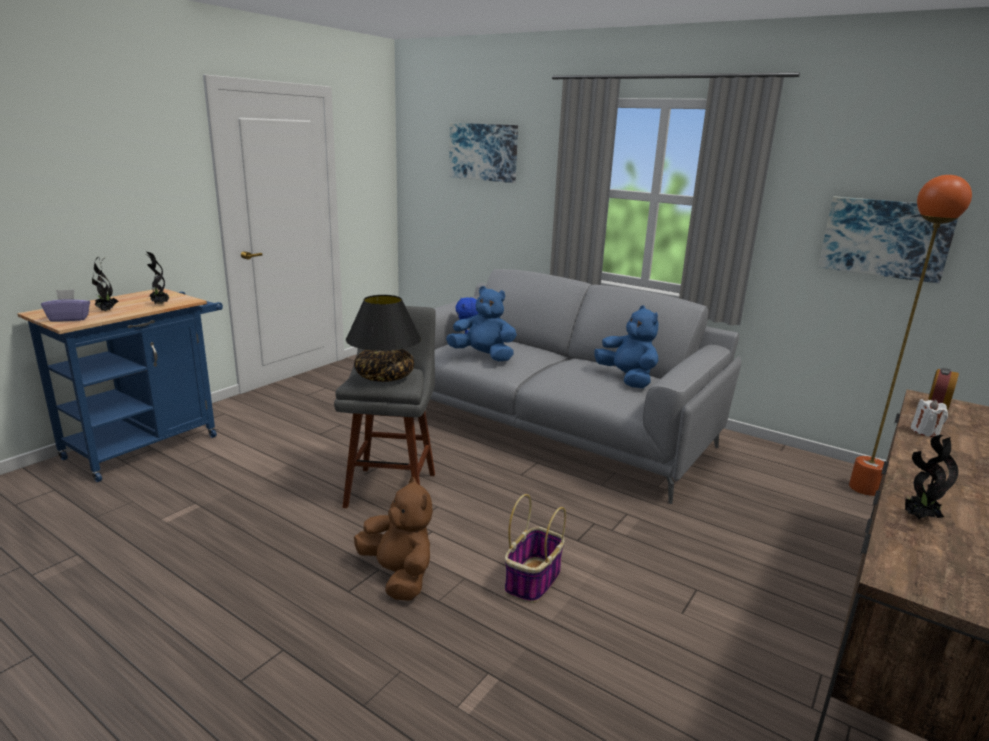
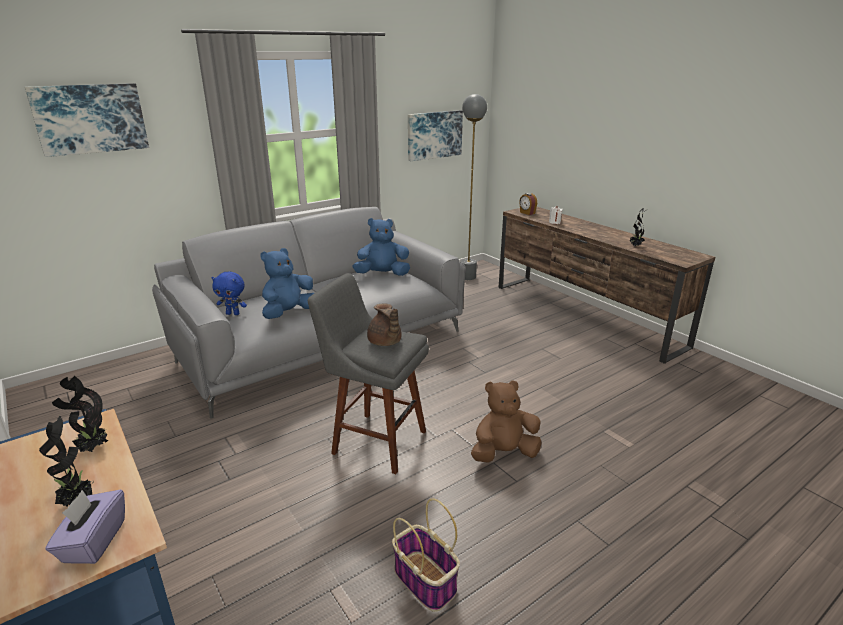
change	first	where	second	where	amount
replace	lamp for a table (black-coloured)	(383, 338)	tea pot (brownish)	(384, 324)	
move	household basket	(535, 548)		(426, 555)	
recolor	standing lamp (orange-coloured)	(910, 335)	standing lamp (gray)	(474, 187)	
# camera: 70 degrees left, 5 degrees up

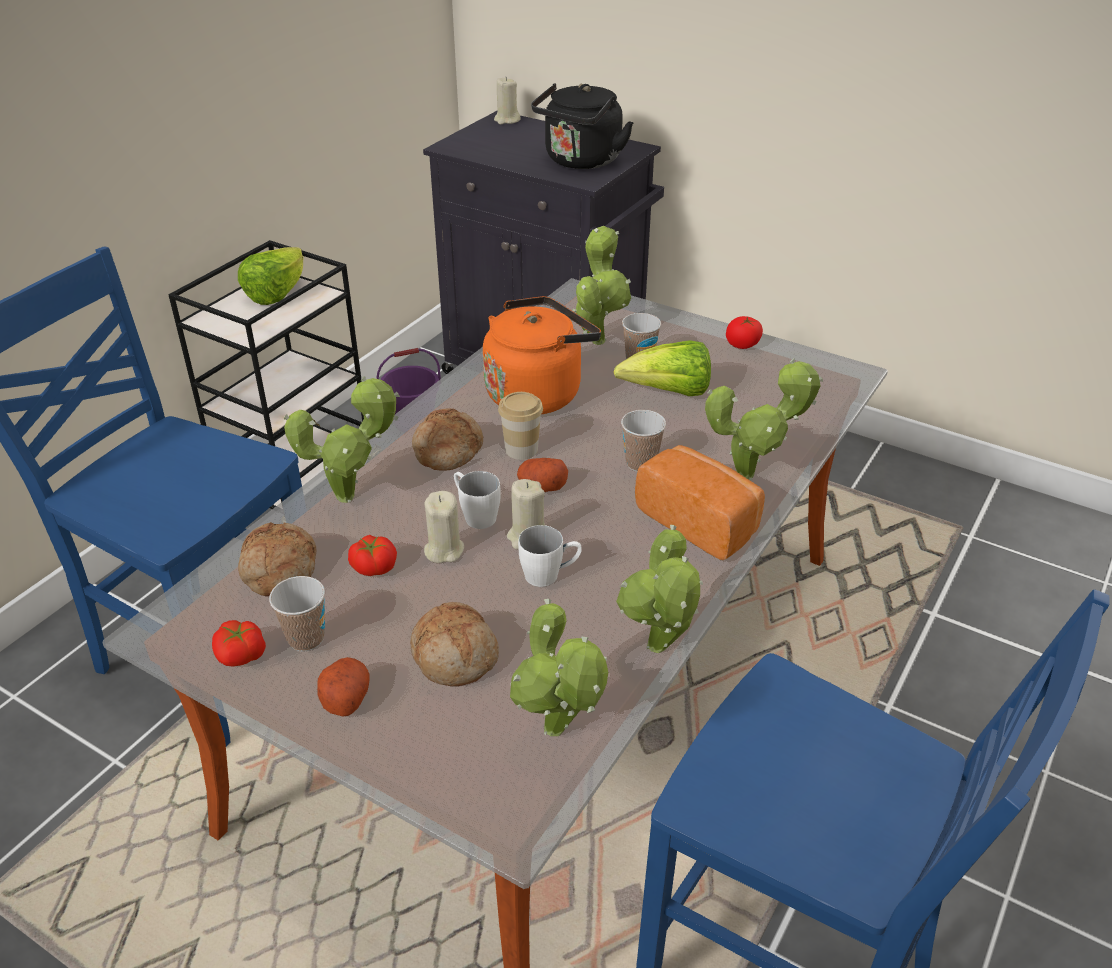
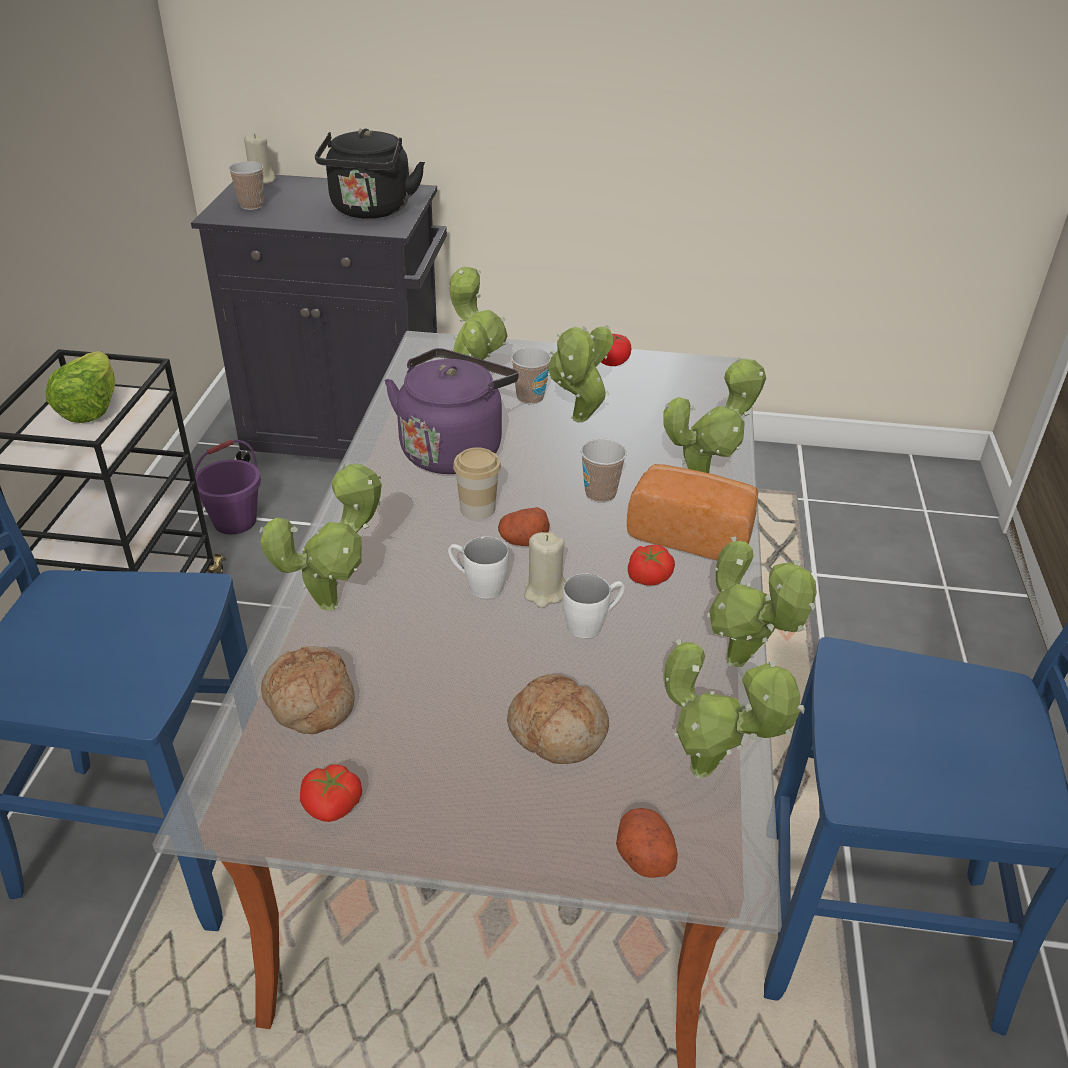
change	first	where	second	where	amount
move	drinking cup	(297, 613)		(246, 185)	
move	spud	(343, 687)		(647, 843)	
move	tomato	(372, 555)		(651, 565)	
delete	baked bread	(447, 439)			
delete	wax candle (beige-coloured)	(444, 527)			
recolor	water kettle (orange-coloured)	(542, 355)	water kettle (purple-coloured)	(451, 411)	
replace	head of lettuce	(662, 368)	plant in a pot	(580, 373)	
# camera: 25 degrees left, 0 degrees up

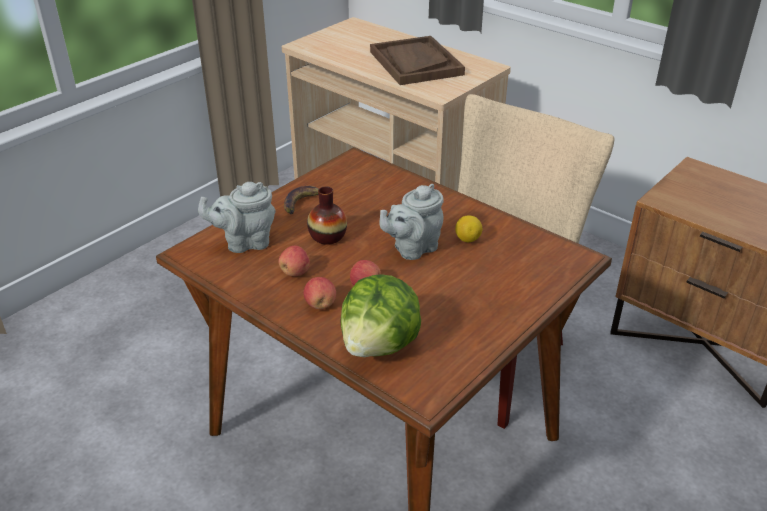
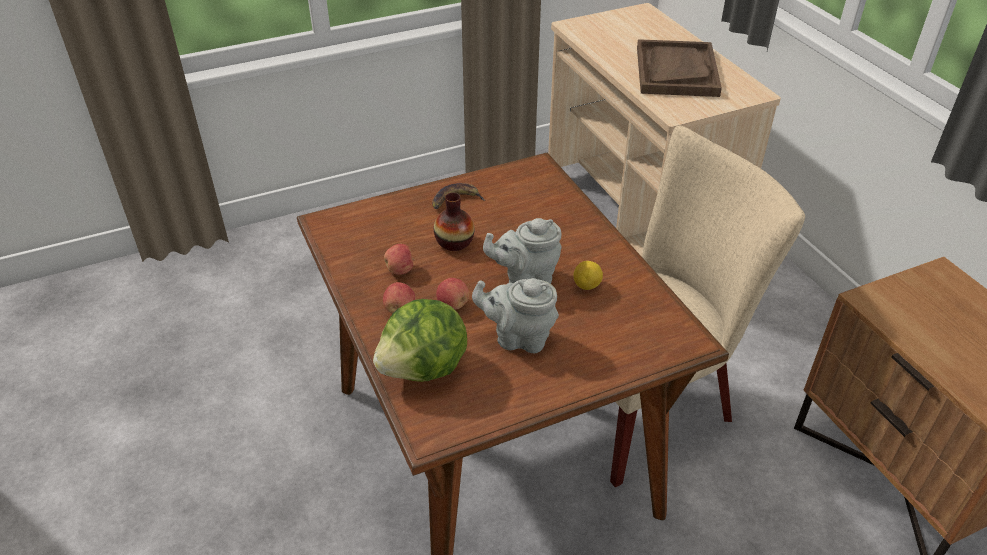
change	first	where	second	where	amount
move	tea pot (gray)	(237, 217)		(515, 315)	
# camera: 25 degrees right, 5 degrees up

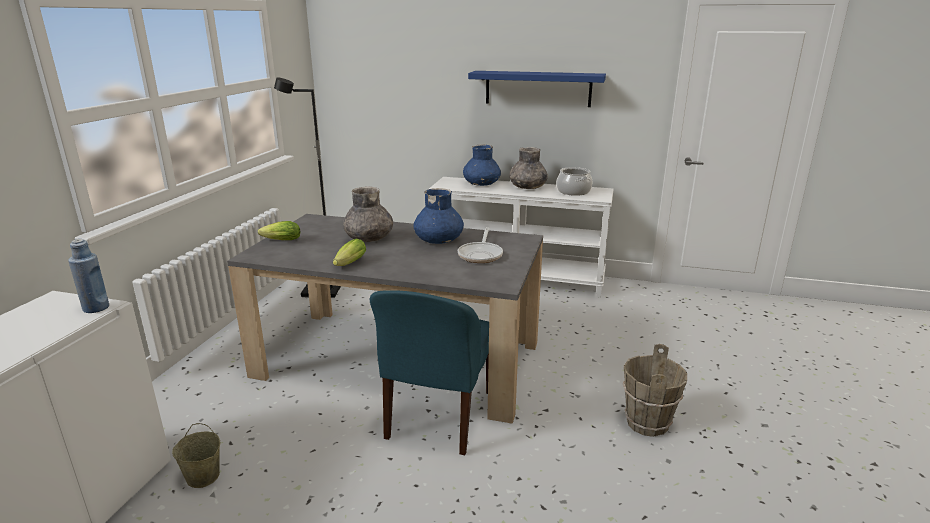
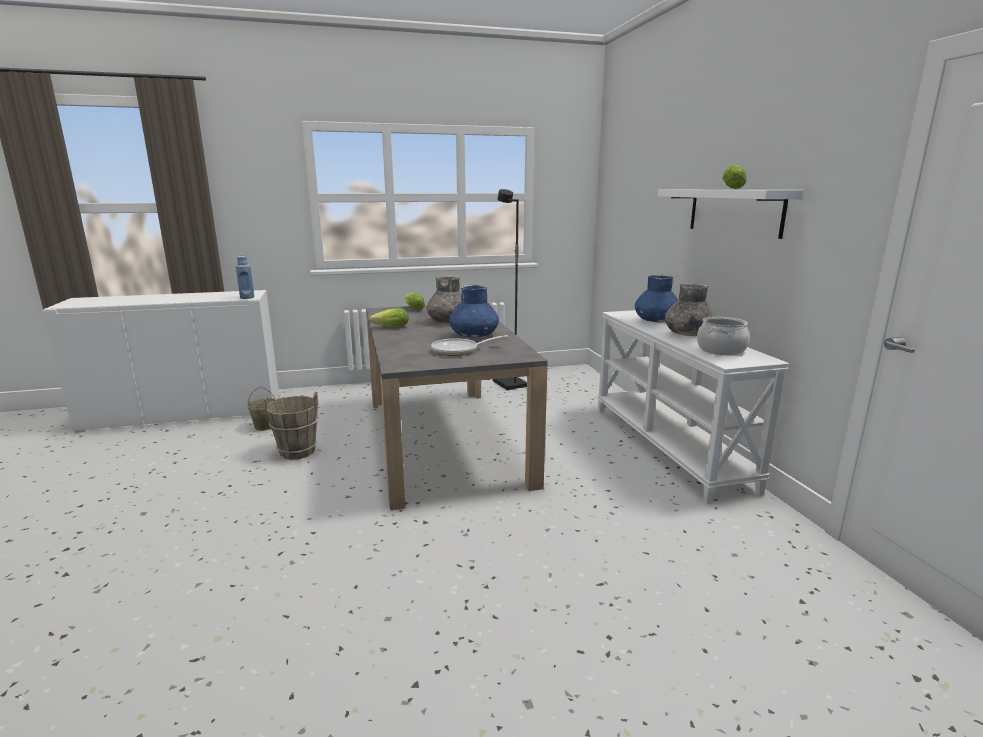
change	first	where	second	where	amount
delete	chair (blue)	(429, 372)			
recolor	wall shelf (blue)	(537, 89)	wall shelf (whitish)	(730, 214)	
move	water bucket (brownish)	(655, 390)		(291, 426)	
insert			head of lettuce	(734, 177)	
# camera: 60 degrees right, 5 degrees down

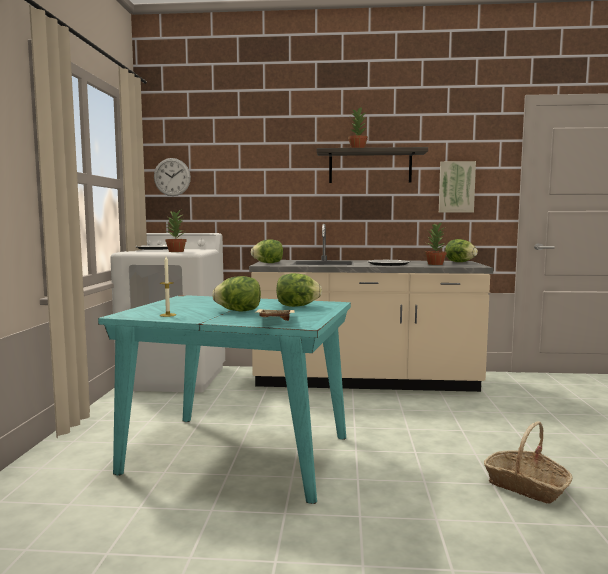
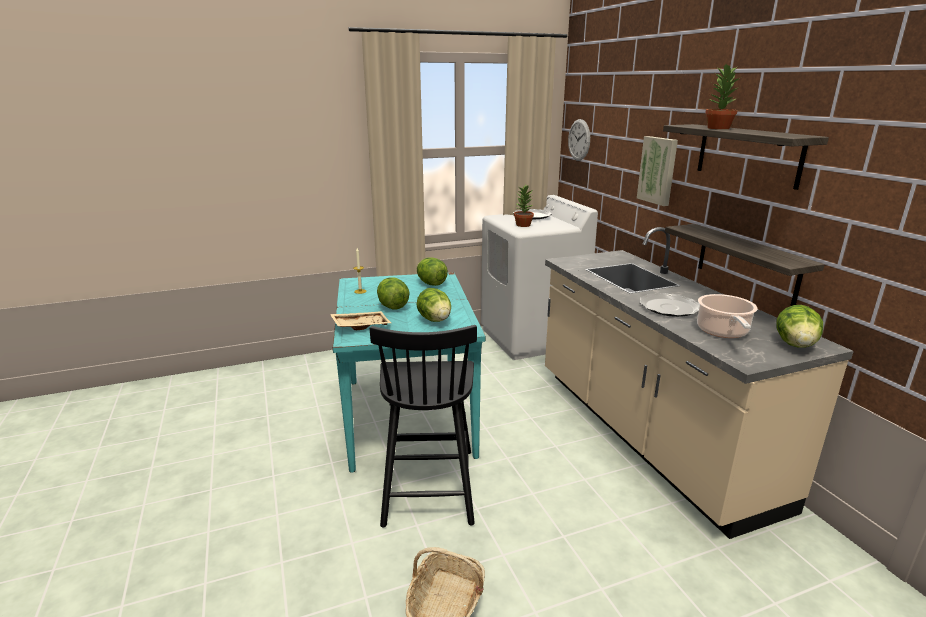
change	first	where	second	where	amount
move	head of lettuce	(267, 251)		(432, 272)	
replace	plant in a pot	(435, 243)	stockpot	(727, 316)	
move	wall art	(457, 187)		(657, 171)	
insert			chair (black-coloured)	(423, 426)	
insert			wall shelf	(745, 265)	
# camera: 65 degrees right, 15 degrees up

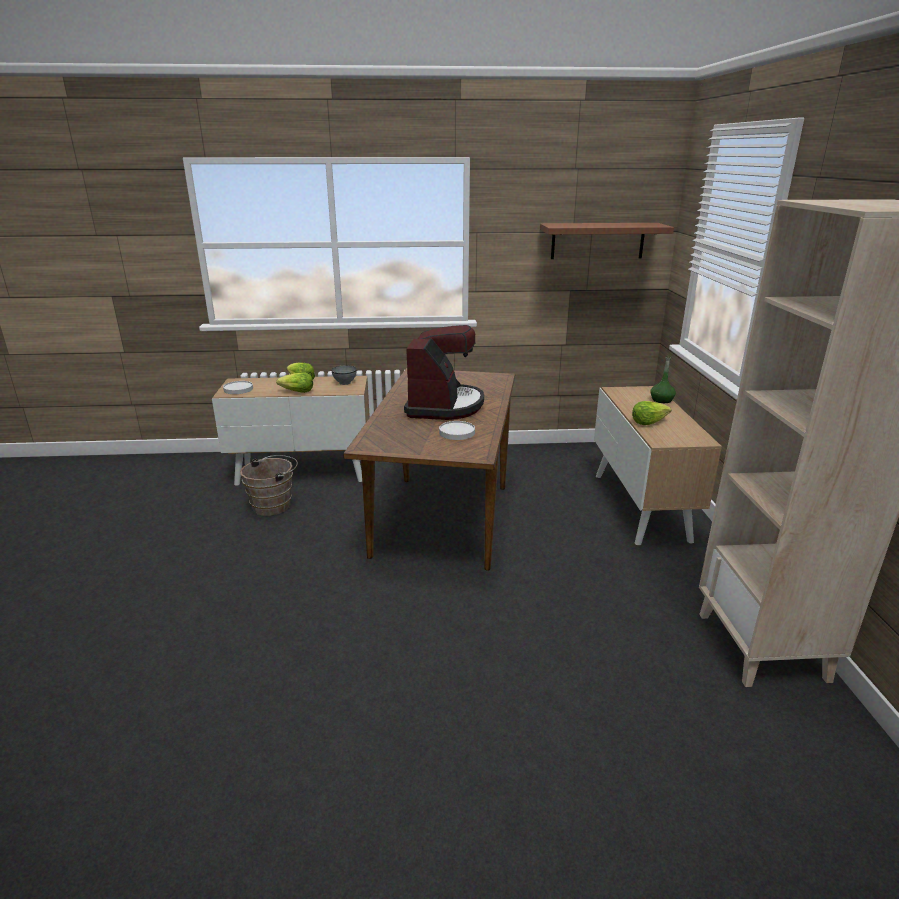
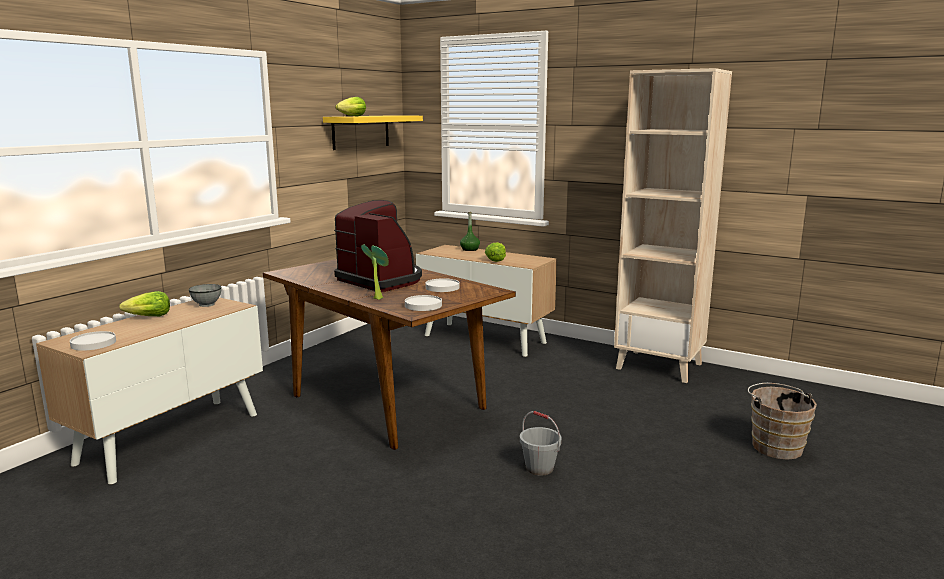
change	first	where	second	where	amount
move	water bucket (brownish)	(269, 485)		(782, 421)	
move	head of lettuce	(294, 382)		(350, 106)	
recolor	wall shelf (brownish)	(607, 241)	wall shelf (yellow-coloured)	(373, 132)	
insert			plant in a pot	(375, 272)	
insert			flat dish (whitish)	(423, 303)	
insert			water bucket (gray)	(541, 443)	
# camera: 55 degrees left, 10 degrees down

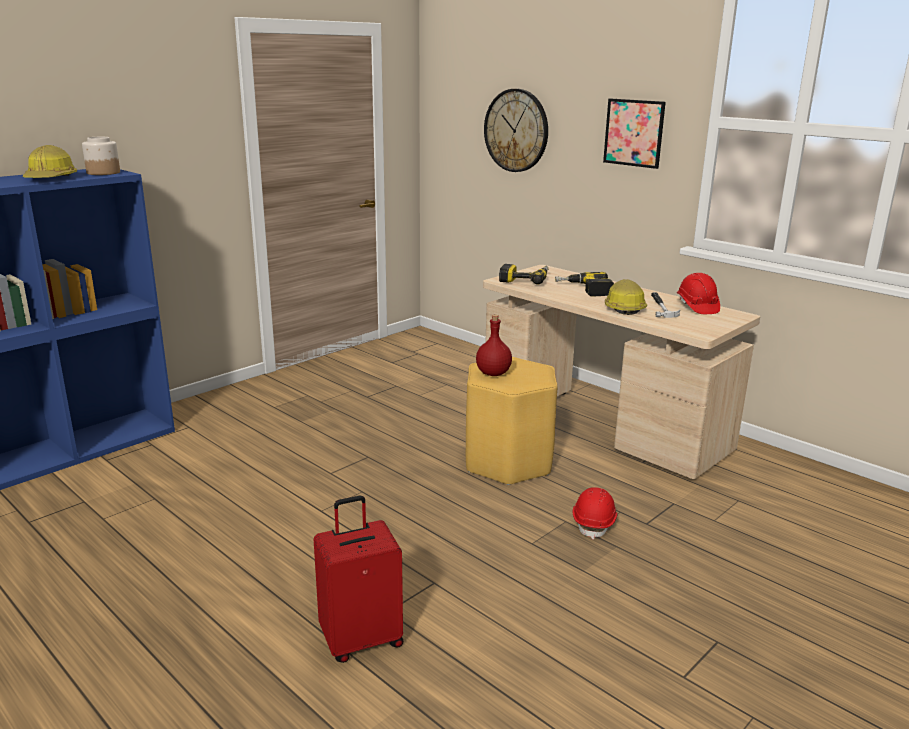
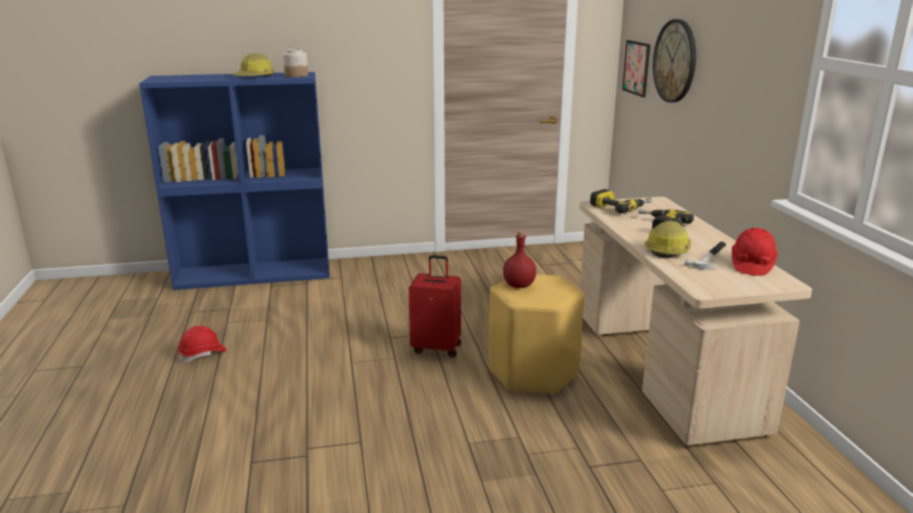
change	first	where	second	where	amount
move	travel case (red-coloured)	(358, 579)		(435, 306)	
move	work helmet (red-coloured)	(595, 513)		(202, 344)	
move	wall art	(634, 134)		(636, 68)	
# camera: 35 degrees right, 0 degrees up

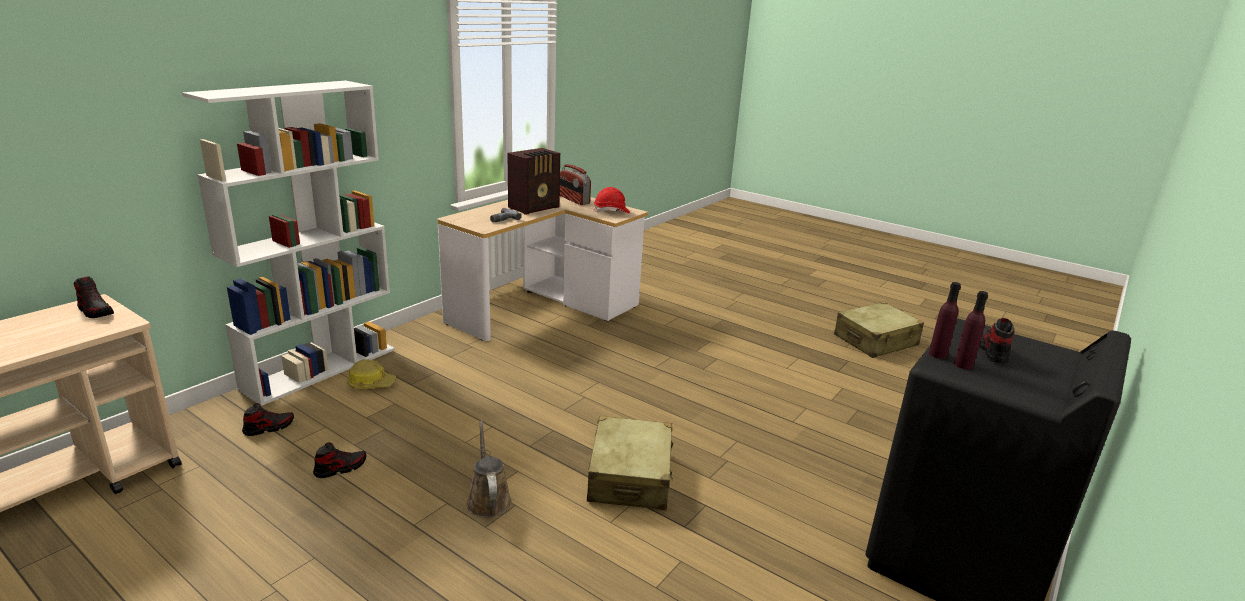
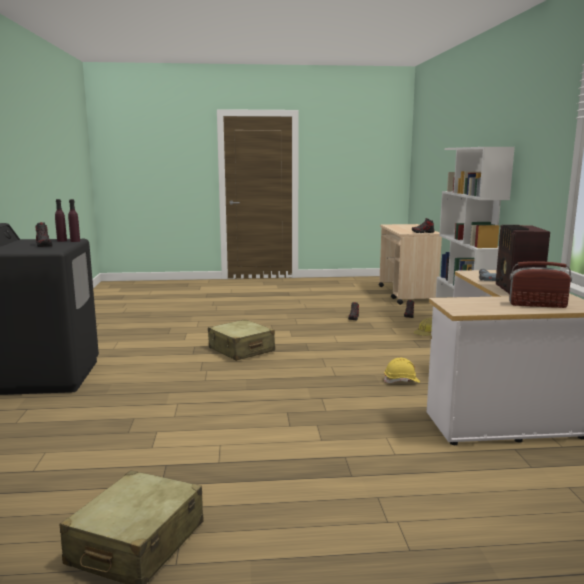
change	first	where	second	where	amount
delete	sprinkling can (brownish)	(489, 469)			
delete	work helmet (red-coloured)	(611, 200)			
insert			work helmet (yellow-coloured)	(402, 370)	
# camera: 140 degrees right, 10 degrees down

